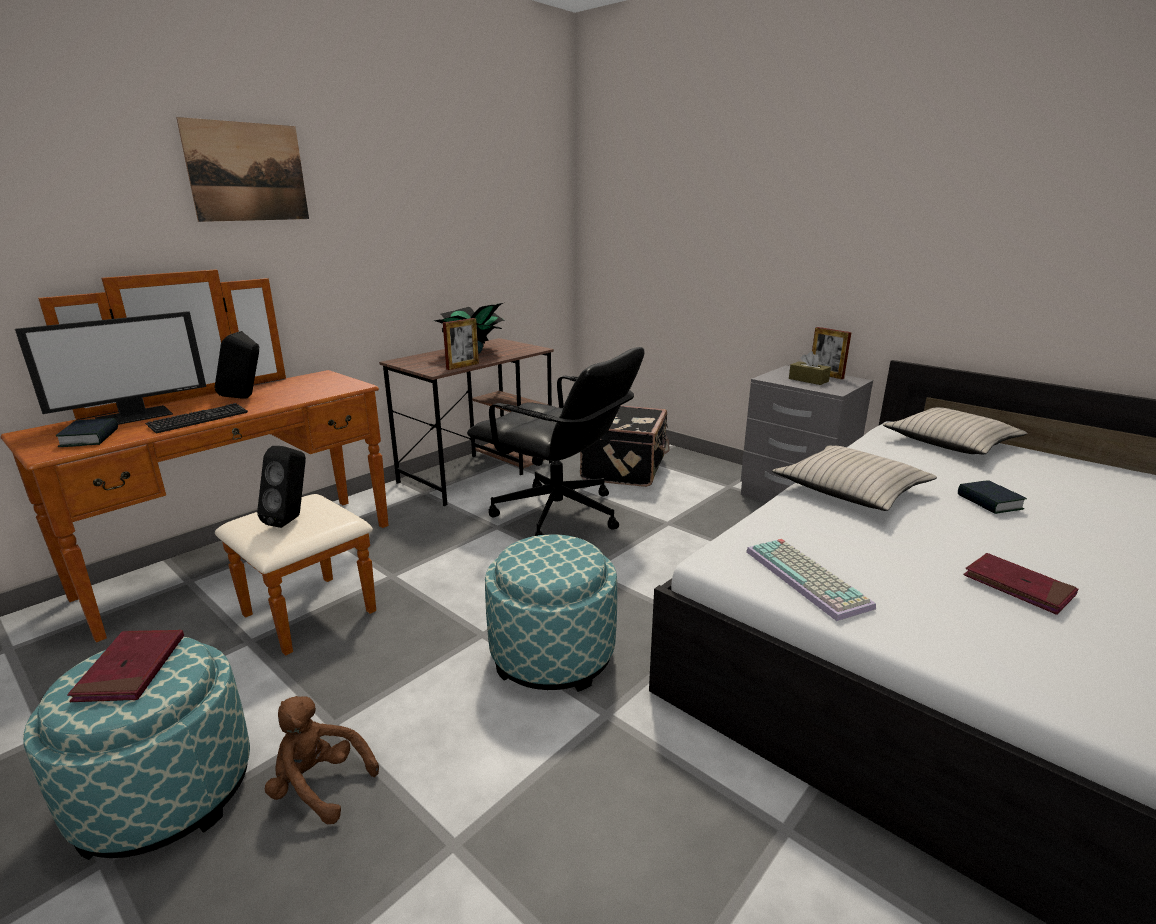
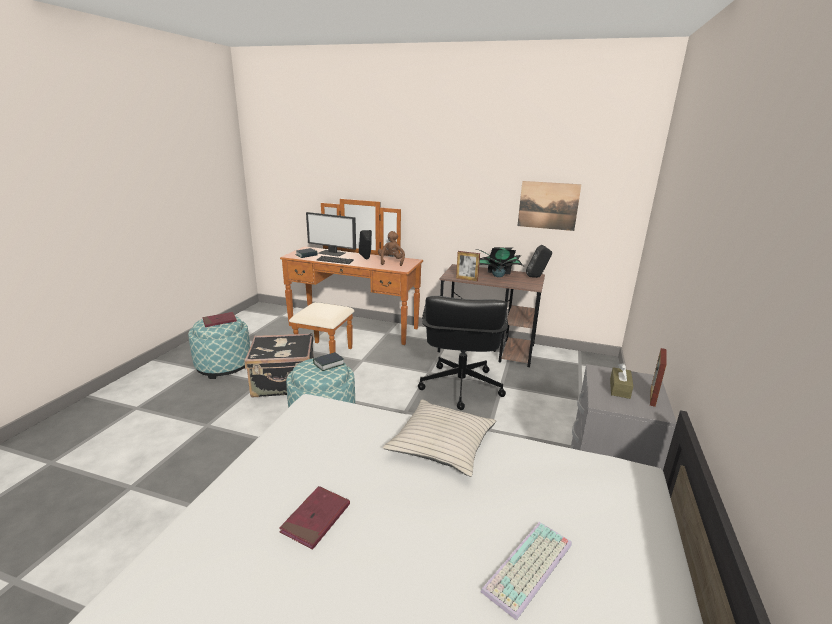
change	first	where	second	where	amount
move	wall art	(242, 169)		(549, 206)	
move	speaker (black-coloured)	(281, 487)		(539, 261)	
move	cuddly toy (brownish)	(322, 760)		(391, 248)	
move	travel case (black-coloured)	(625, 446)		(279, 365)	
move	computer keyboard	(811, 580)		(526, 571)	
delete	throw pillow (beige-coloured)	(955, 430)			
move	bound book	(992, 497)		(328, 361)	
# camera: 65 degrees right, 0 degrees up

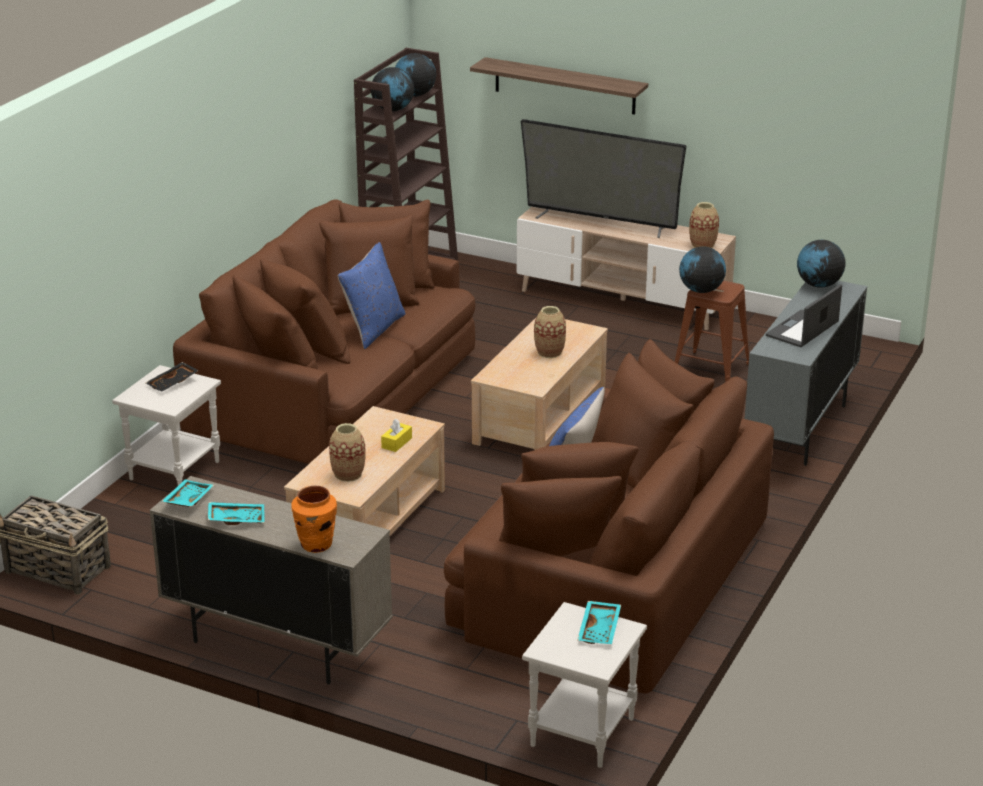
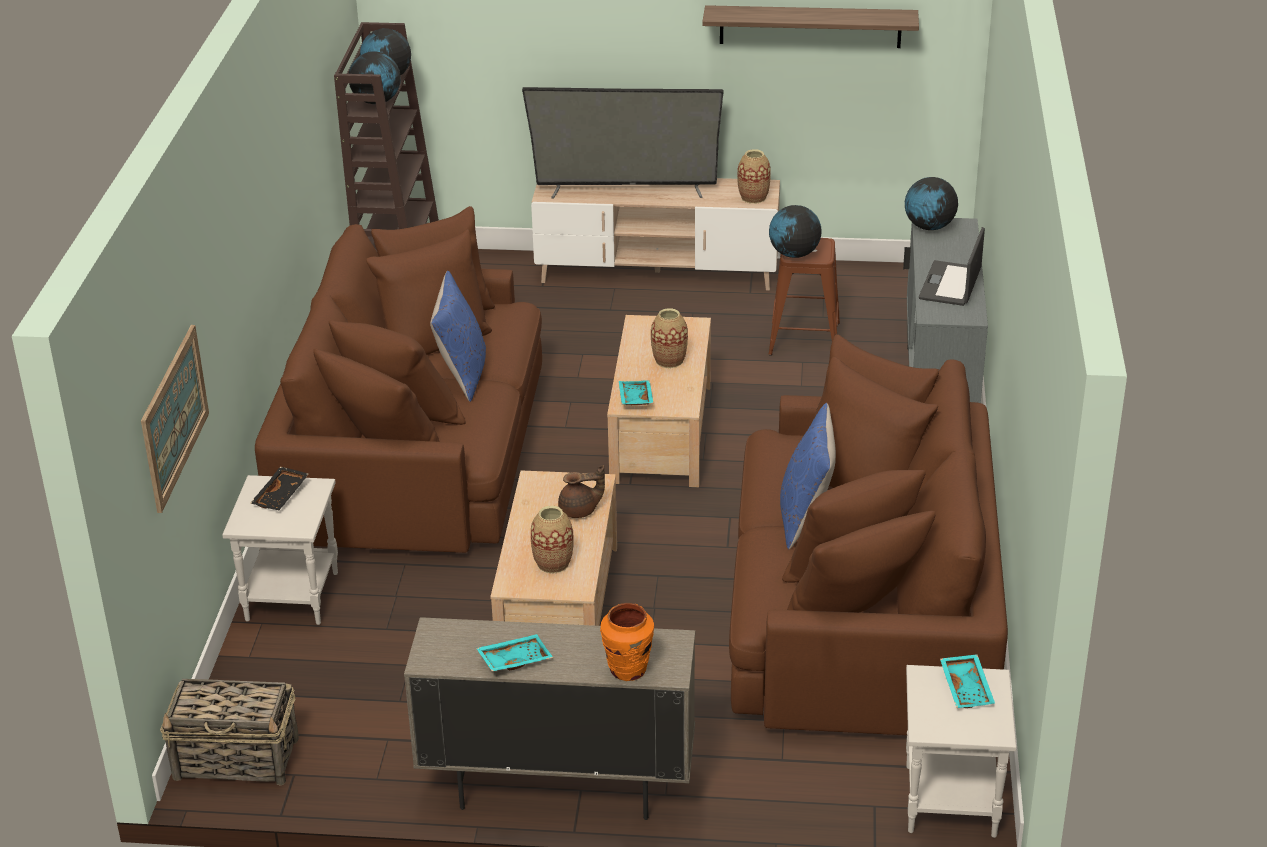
change	first	where	second	where	amount
move	carrying tray (turquoise-coloured)	(188, 493)		(636, 393)	
replace	box of tissues (yellow-coloured)	(396, 435)	tea pot (brownish)	(581, 491)	
move	wall shelf	(559, 86)		(810, 26)	
insert			wall art	(175, 419)	
# camera: 20 degrees left, 5 degrees up

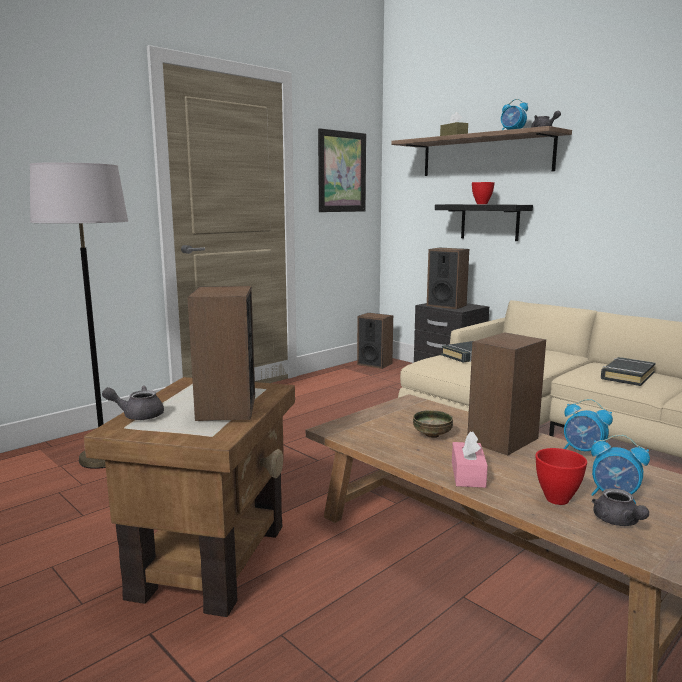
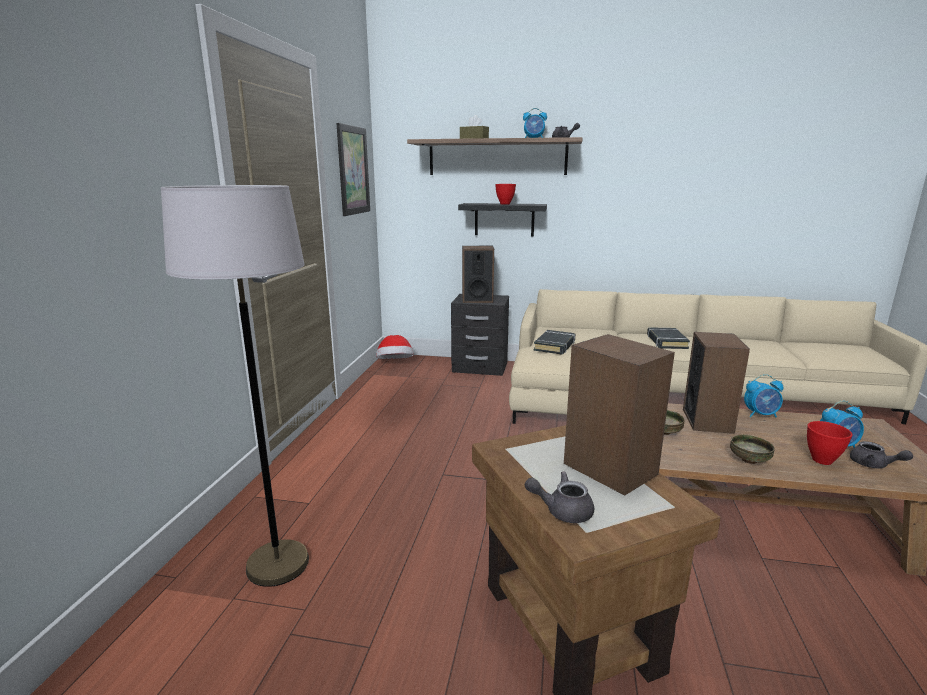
change	first	where	second	where	amount
rotate	tea pot (gray)	(133, 403)		(559, 497)	45 degrees clockwise
replace	speaker	(375, 341)	clothing hat	(395, 347)	
replace	box of tissues (pink)	(470, 459)	deep dish	(752, 449)	
# camera: 35 degrees left, 5 degrees up

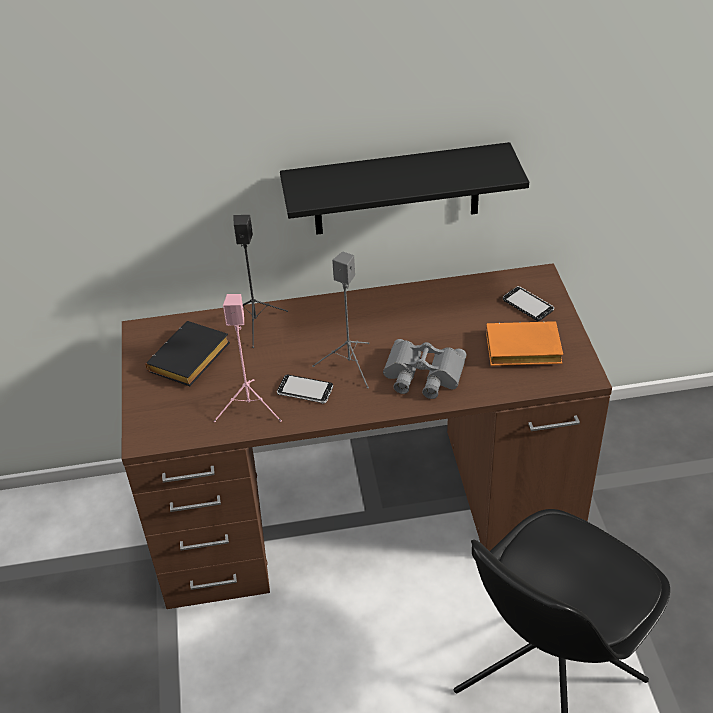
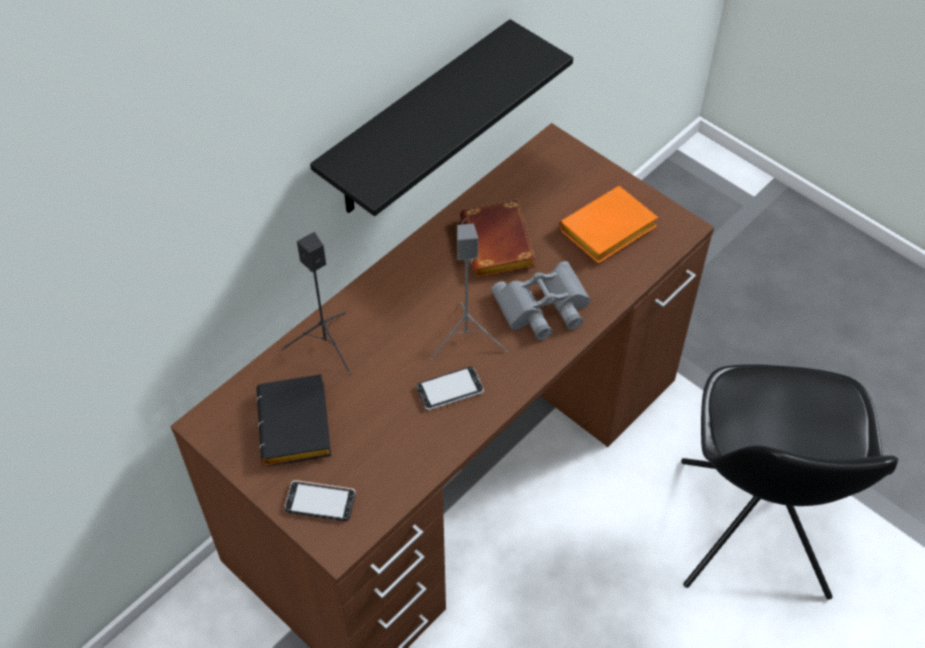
change	first	where	second	where	amount
delete	speaker (pink)	(248, 358)			
move	handset	(528, 303)		(320, 500)	
insert			bound book (brownish)	(497, 238)	
# camera: 40 degrees left, 10 degrees up

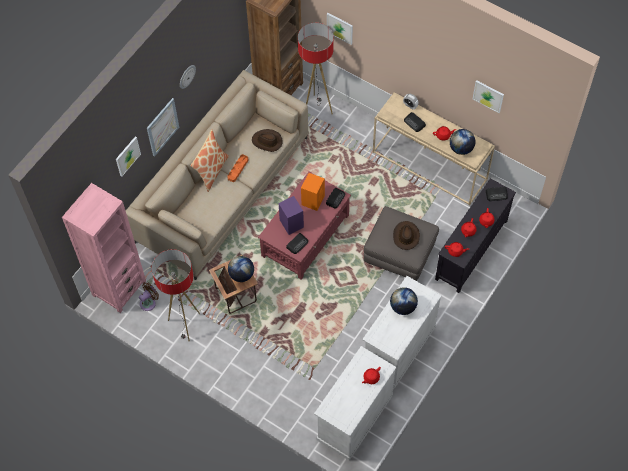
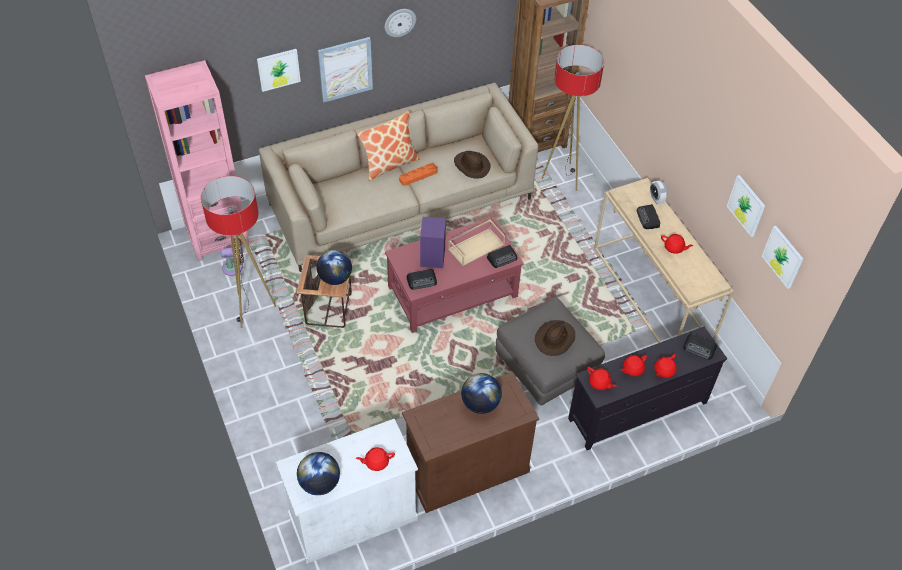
change	first	where	second	where	amount
replace	speaker (orange-coloured)	(313, 192)	carrying tray (beige-coloured)	(476, 242)	
move	wall art	(340, 29)		(782, 257)	
recolor	cabinet (whitish)	(402, 332)	cabinet (brownish)	(470, 442)	
move	desk globe	(462, 142)		(318, 473)	
# camera: 30 degrees right, 10 degrees down

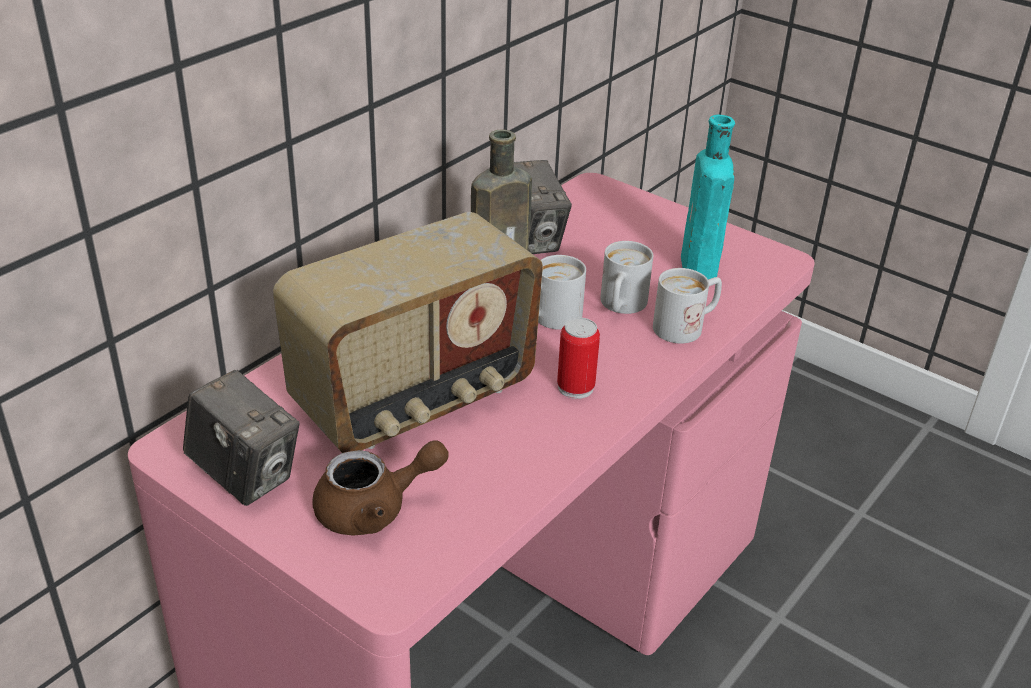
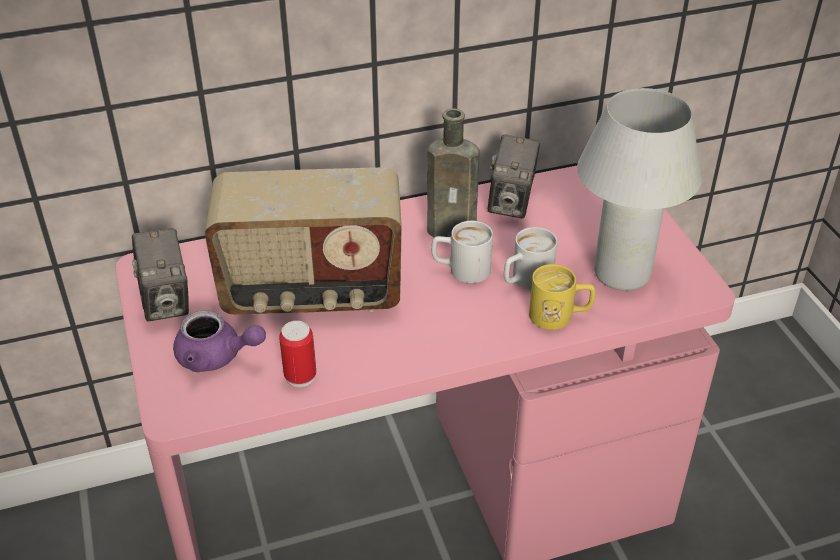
change	first	where	second	where	amount
recolor	tea pot (brownish)	(380, 488)	tea pot (purple-coloured)	(219, 341)	
move	sealed can	(578, 358)		(297, 354)	
recolor	mug (whitish)	(687, 306)	mug (yellow-coloured)	(562, 297)	
replace	beverage bottle (turquoise-coloured)	(708, 197)	lamp for a table (whitish)	(639, 189)	
# camera: 35 degrees right, 5 degrees up

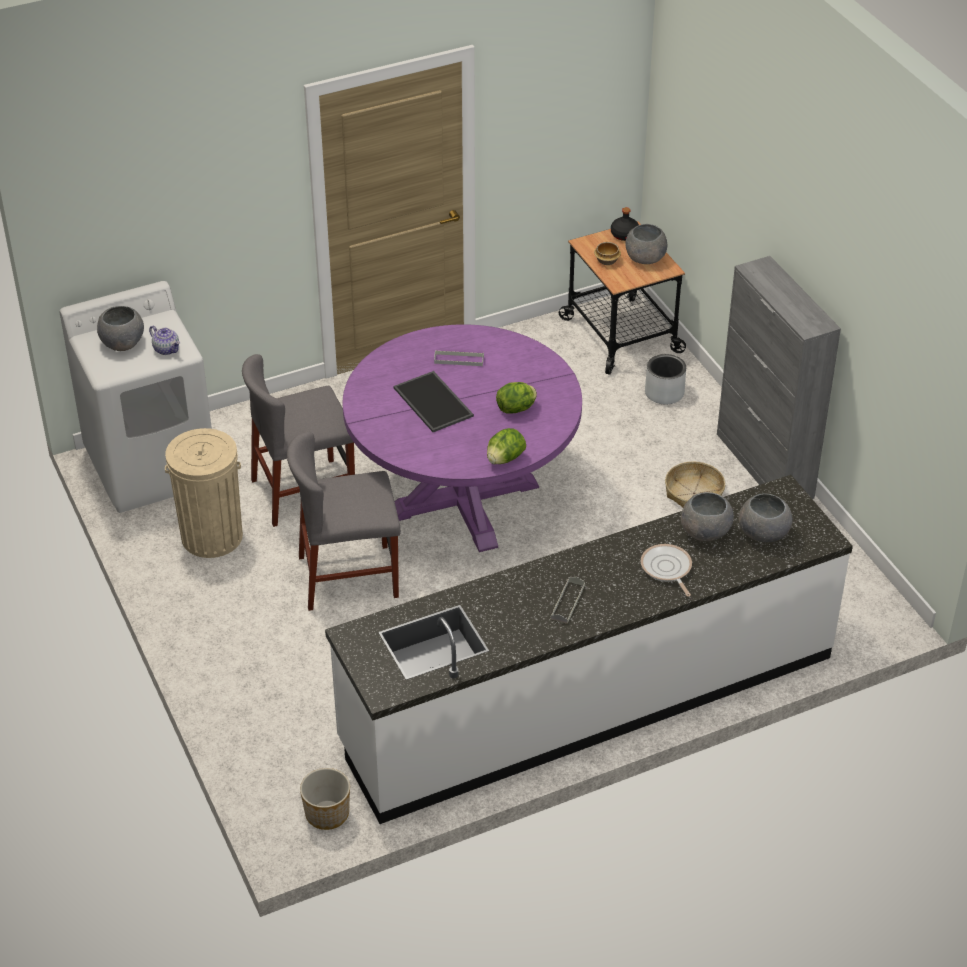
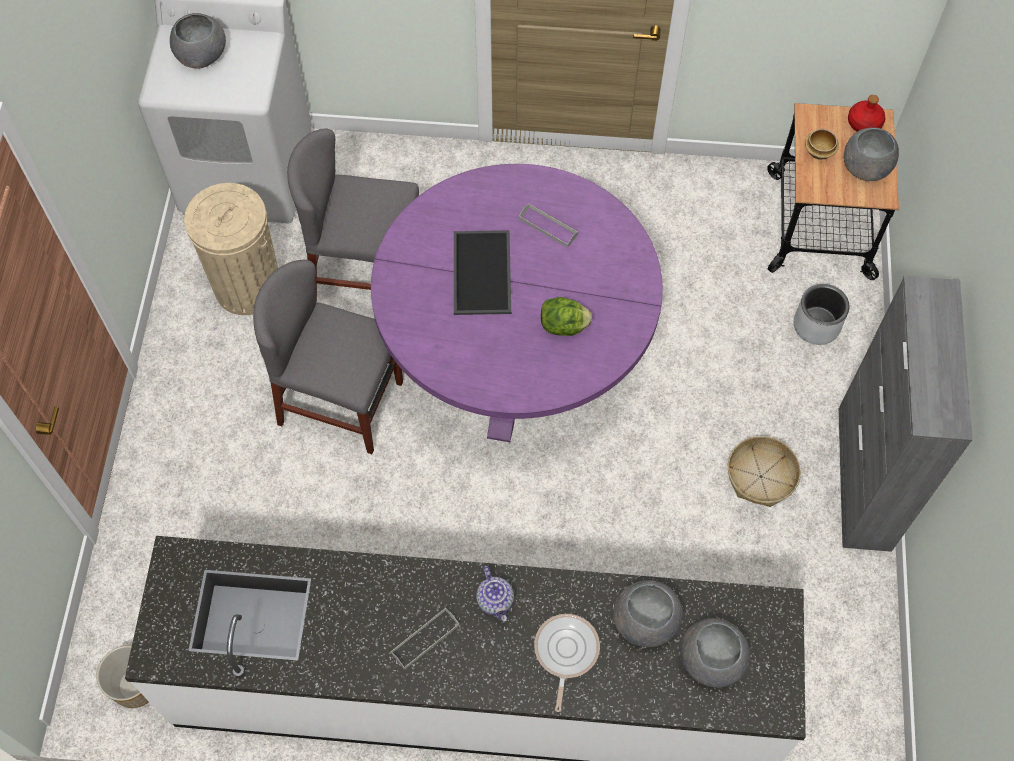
change	first	where	second	where	amount
move	tea pot	(164, 340)		(495, 594)	
delete	head of lettuce	(506, 446)			
recolor	beverage bottle (black-coloured)	(625, 224)	beverage bottle (red-coloured)	(866, 113)	
# camera: 30 degrees right, 20 degrees up

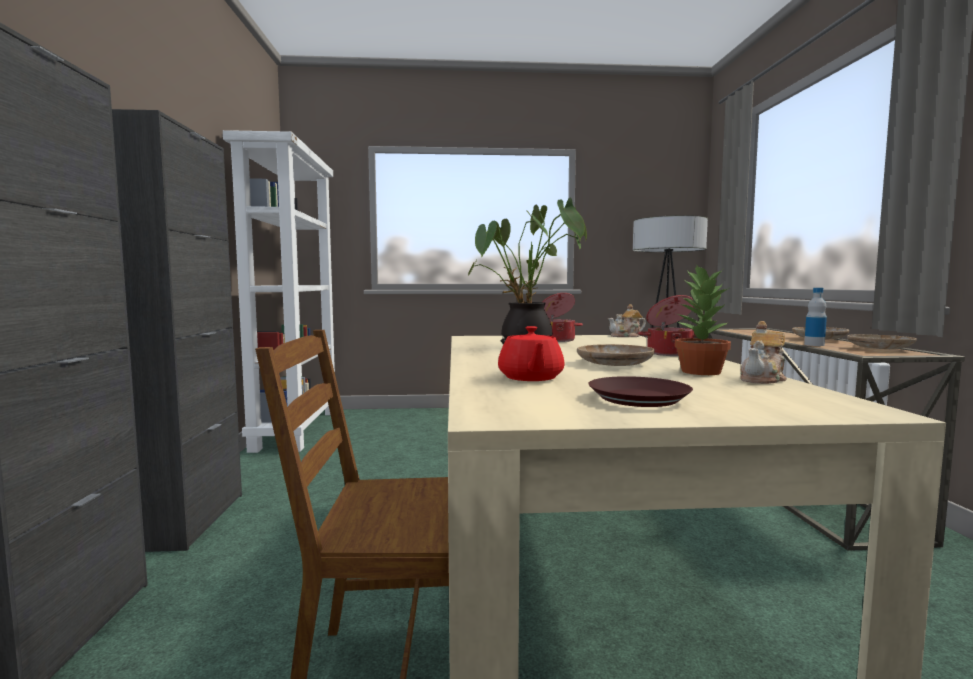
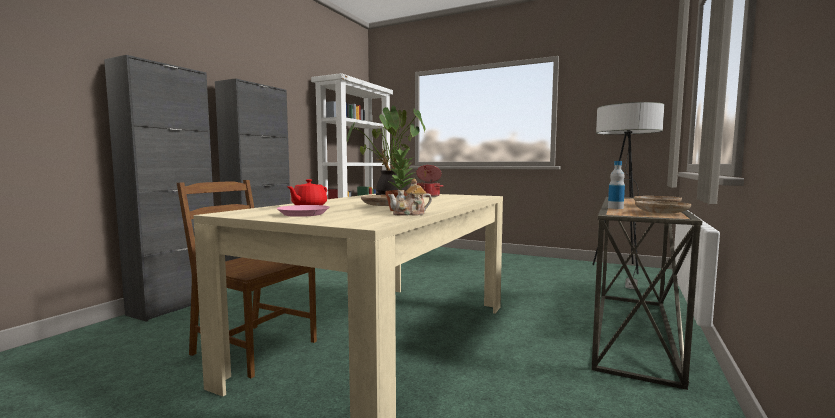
change	first	where	second	where	amount
recolor	flat dish (brownish)	(640, 391)	flat dish (pink)	(303, 211)	
delete	tea pot	(627, 320)			
delete	stockpot	(667, 325)			
# camera: 30 degrees right, 0 degrees up

